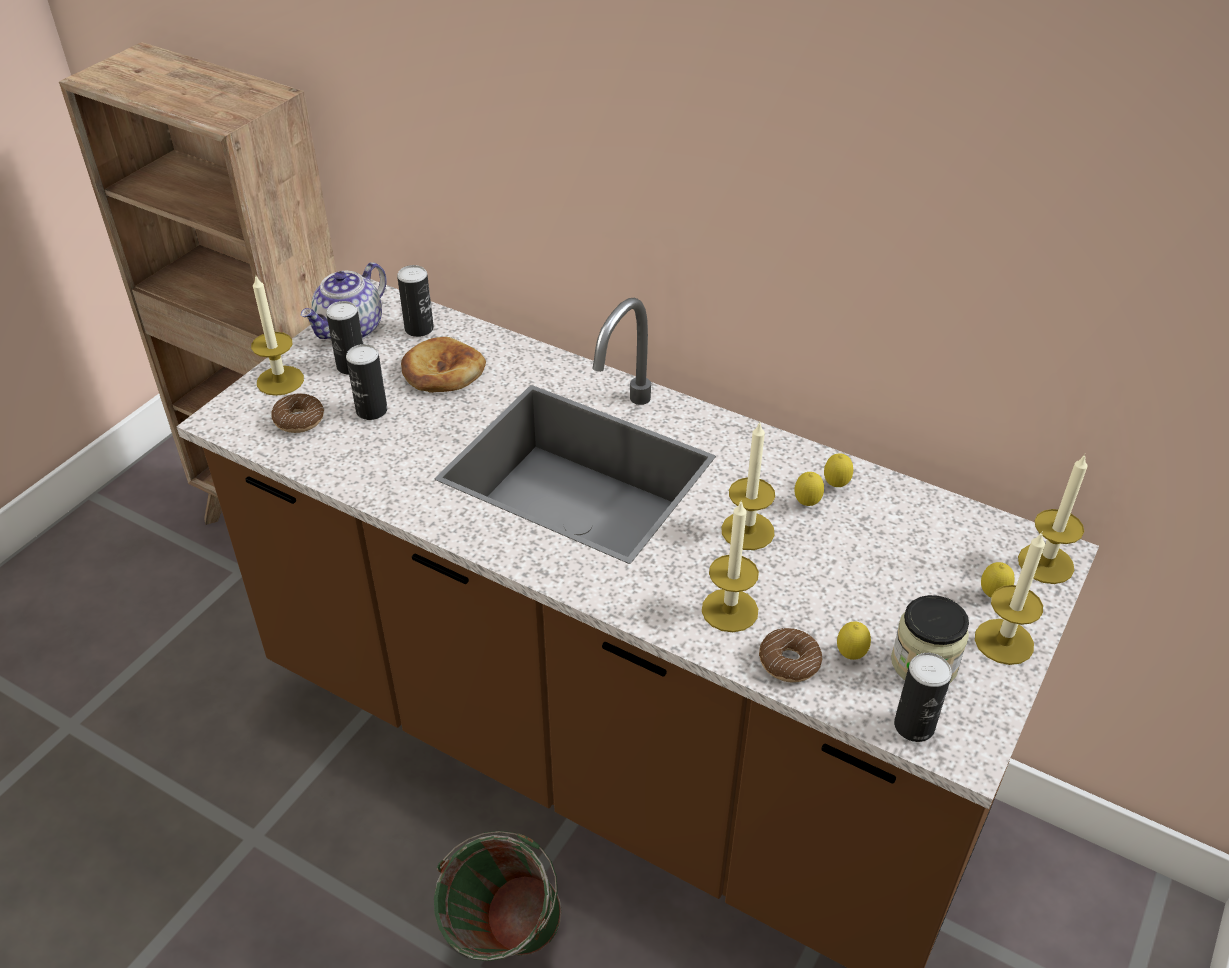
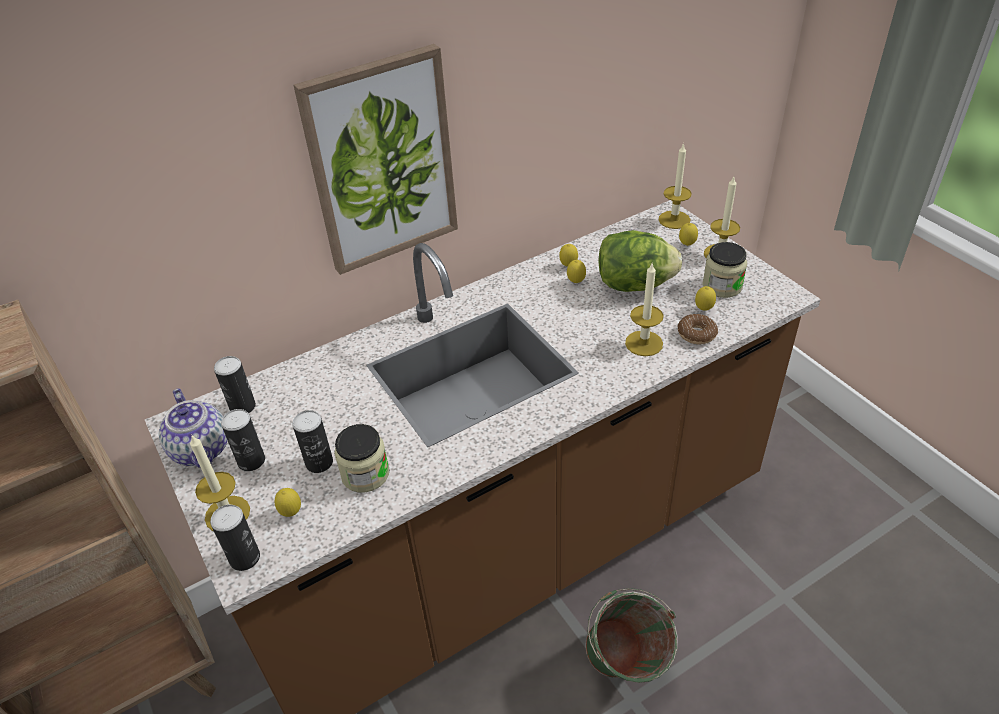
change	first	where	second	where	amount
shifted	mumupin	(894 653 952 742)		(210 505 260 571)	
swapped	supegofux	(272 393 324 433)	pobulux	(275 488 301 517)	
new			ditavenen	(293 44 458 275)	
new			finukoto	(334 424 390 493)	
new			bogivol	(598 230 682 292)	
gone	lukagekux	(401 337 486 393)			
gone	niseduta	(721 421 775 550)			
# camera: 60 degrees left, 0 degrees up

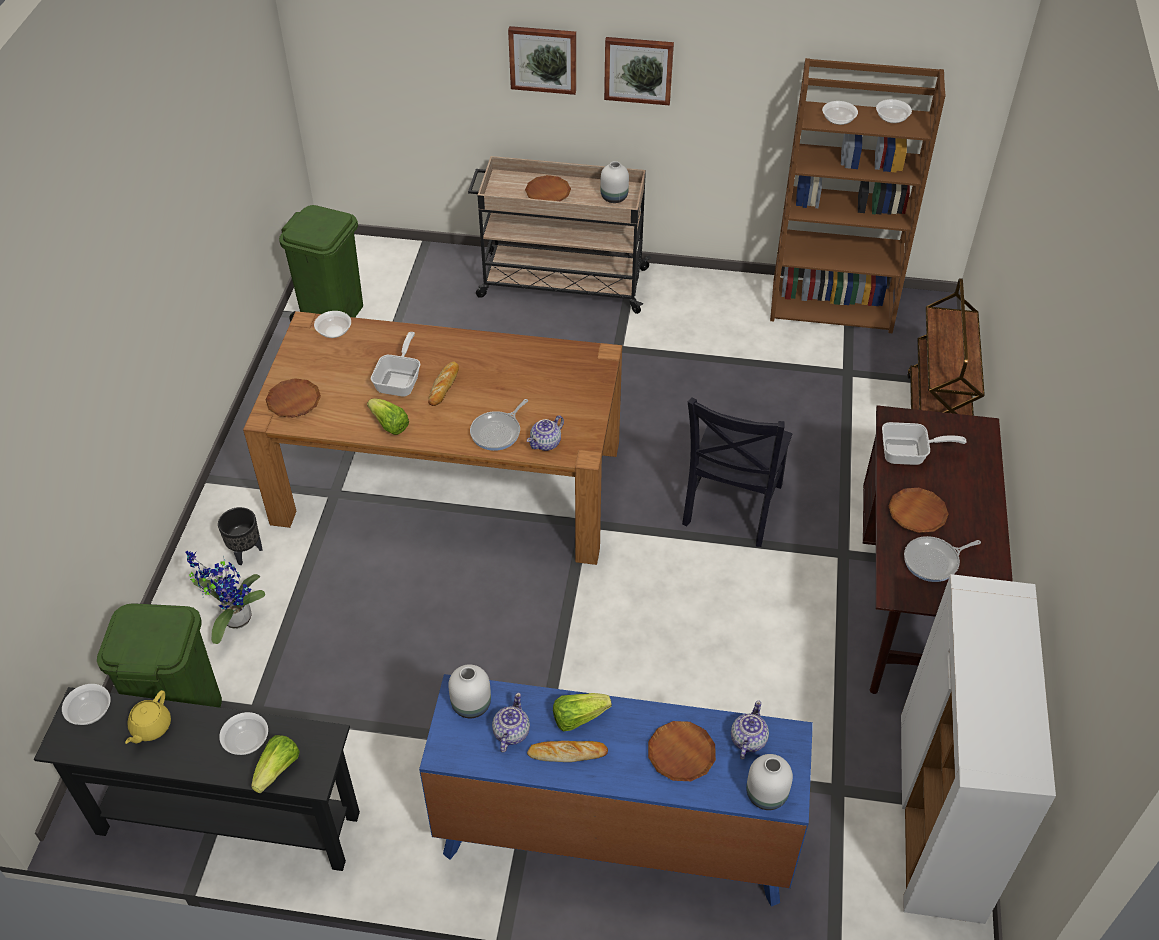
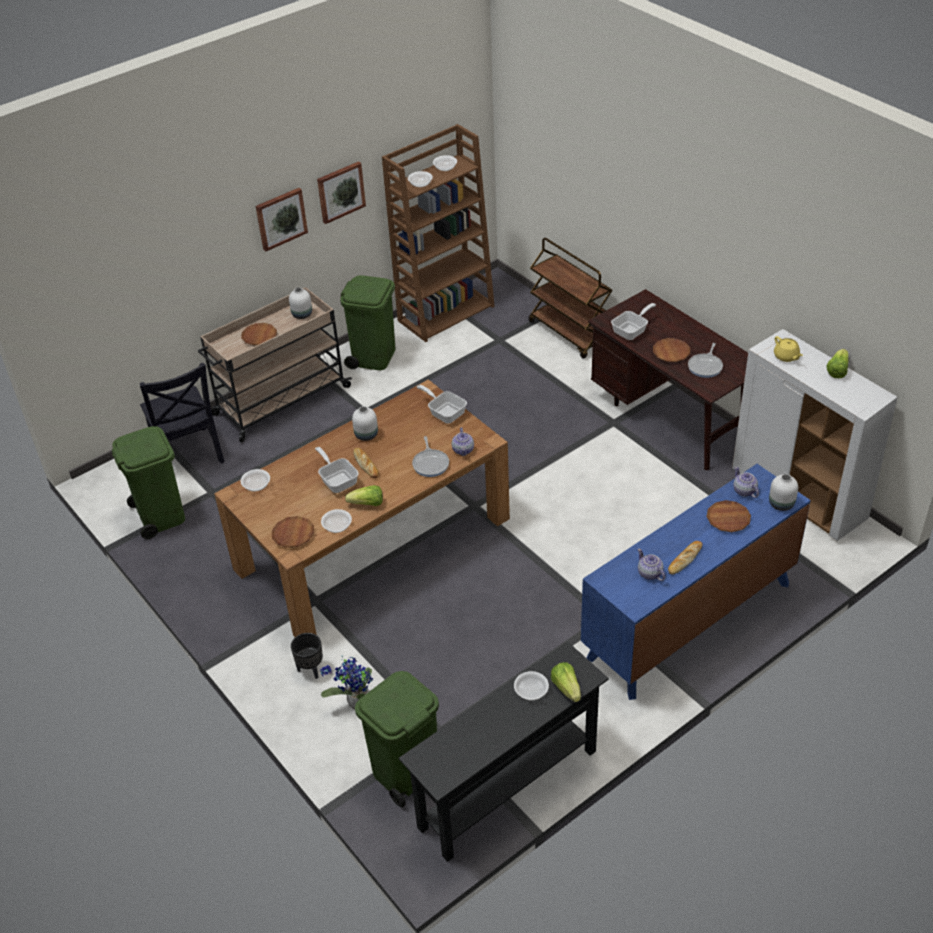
change	first	where	second	where	amount
shifted	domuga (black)	(682 397 793 547)		(140 362 225 464)	
shifted	ditavenen	(508 26 576 95)		(317 161 366 224)	
shifted	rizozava	(62 684 111 725)		(321 509 352 533)	
new			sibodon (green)	(340 275 396 370)	
shifted	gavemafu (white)	(448 664 491 718)		(352 406 378 441)	
new			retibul	(417 385 467 423)	
shifted	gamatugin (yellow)	(125 690 171 744)		(774 336 803 362)	
shifted	bogivol	(553 693 612 731)		(827 349 848 378)	
# camera: 45 degrees left, 5 degrees down

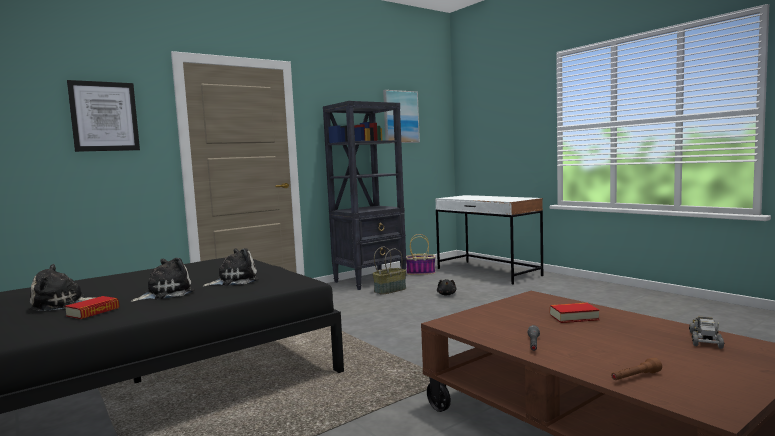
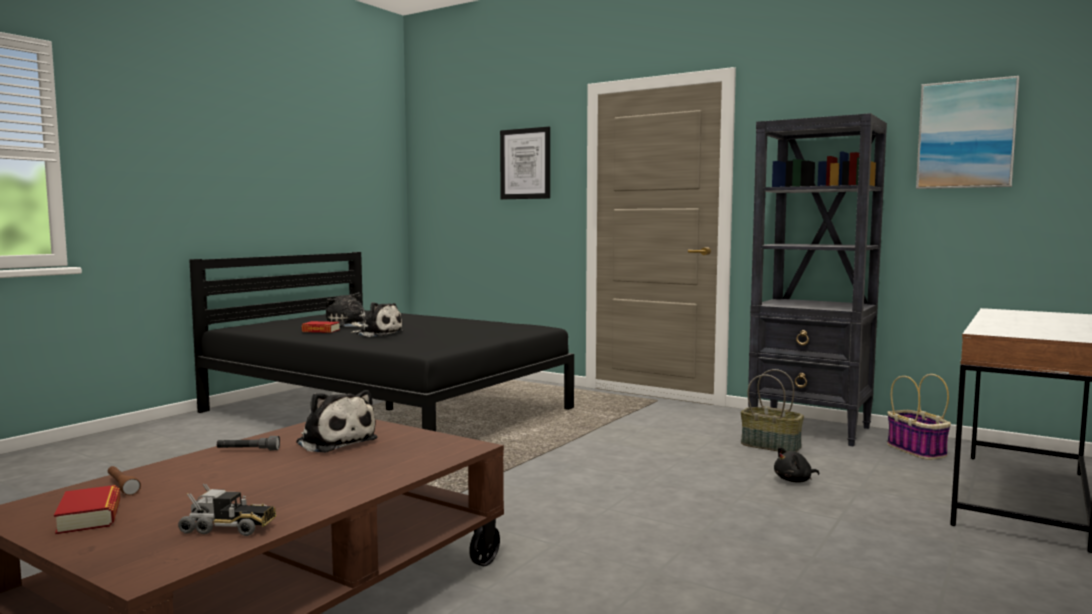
change	first	where	second	where	amount
shifted	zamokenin	(550 303 599 323)		(54 485 120 534)	
shifted	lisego	(203 248 258 287)		(296 390 378 453)	
# camera: 70 degrees right, 0 degrees up

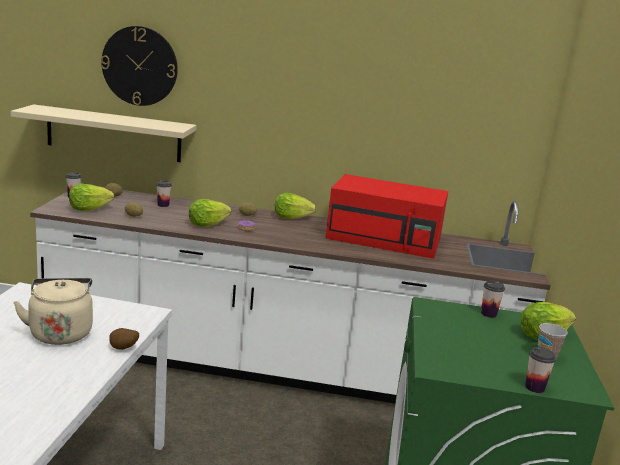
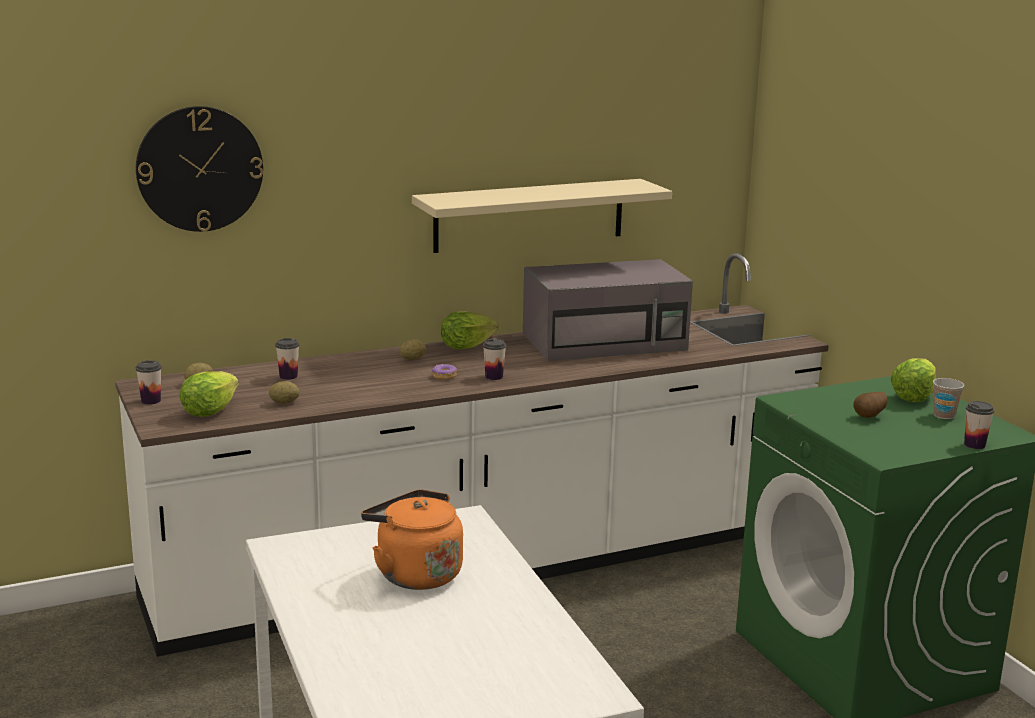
change	first	where	second	where	amount
repainted	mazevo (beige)	(13 278 93 345)	mazevo (orange)	(361 489 463 590)	
shifted	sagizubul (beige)	(11 104 197 162)		(412 179 672 253)	
shifted	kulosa	(481 280 505 318)		(483 339 506 380)	
repainted	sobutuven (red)	(326 174 448 259)	sobutuven (grey)	(523 259 693 361)	
shifted	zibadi	(109 328 139 350)		(853 392 888 418)	
gone	bogivol	(189 199 232 227)			
# camera: 30 degrees left, 0 degrees up

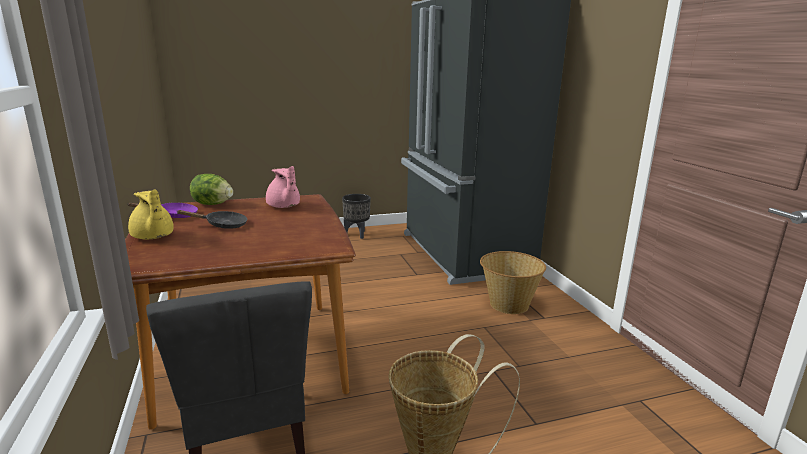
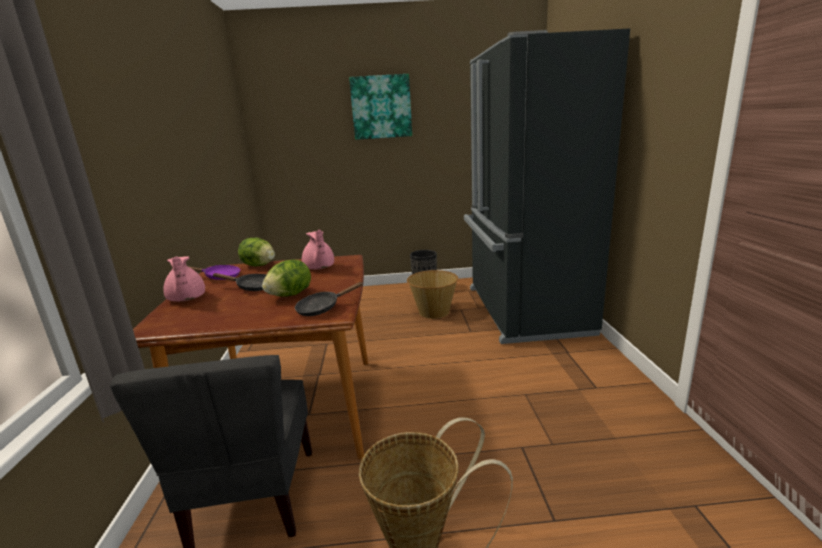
change	first	where	second	where	amount
repainted	gamatugin (yellow)	(128 189 173 239)	gamatugin (pink)	(163 256 205 302)	
new			bogivol	(262 260 311 297)	
new			retibul (black)	(295 282 364 316)	
new			ditavenen	(349 74 412 140)	
shifted	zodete	(480 251 546 314)		(407 270 458 319)	
# camera: 15 degrees right, 0 degrees up

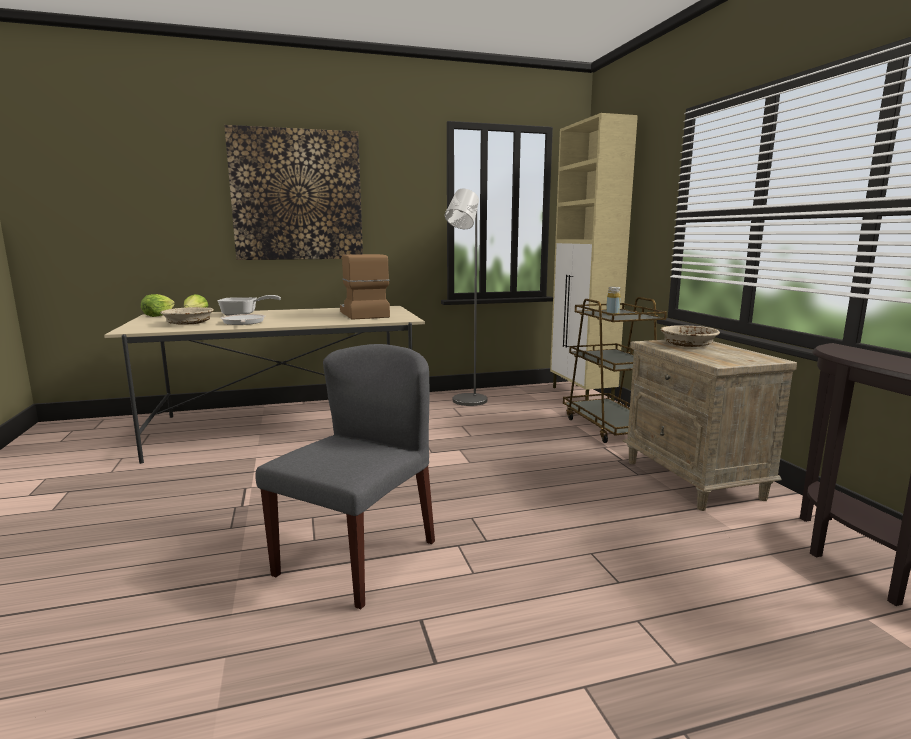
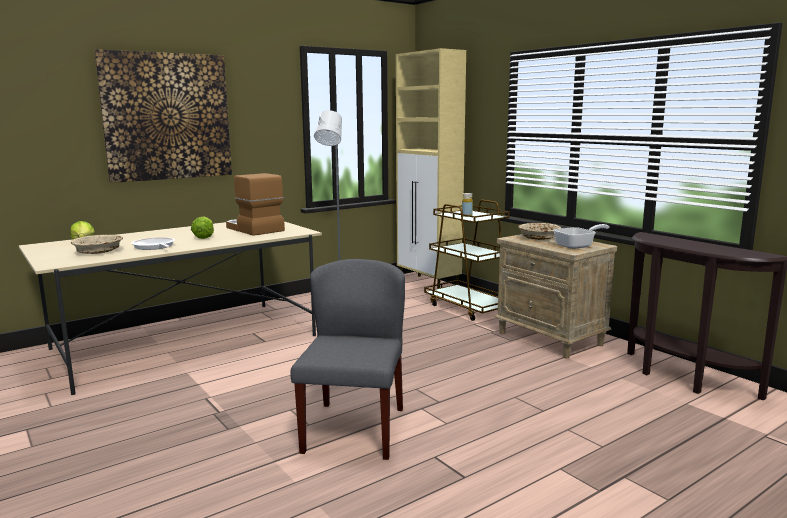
change	first	where	second	where	amount
shifted	bogivol	(141 294 175 317)		(191 216 214 239)	
shifted	retibul	(217 295 281 316)		(553 224 610 249)	
# camera: 20 degrees left, 0 degrees up

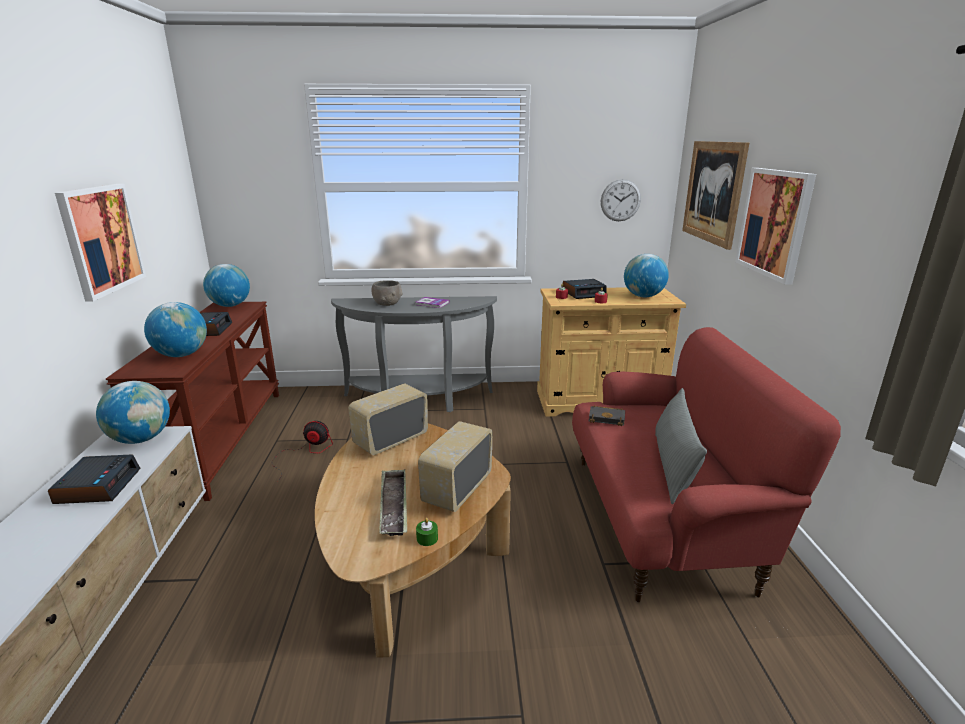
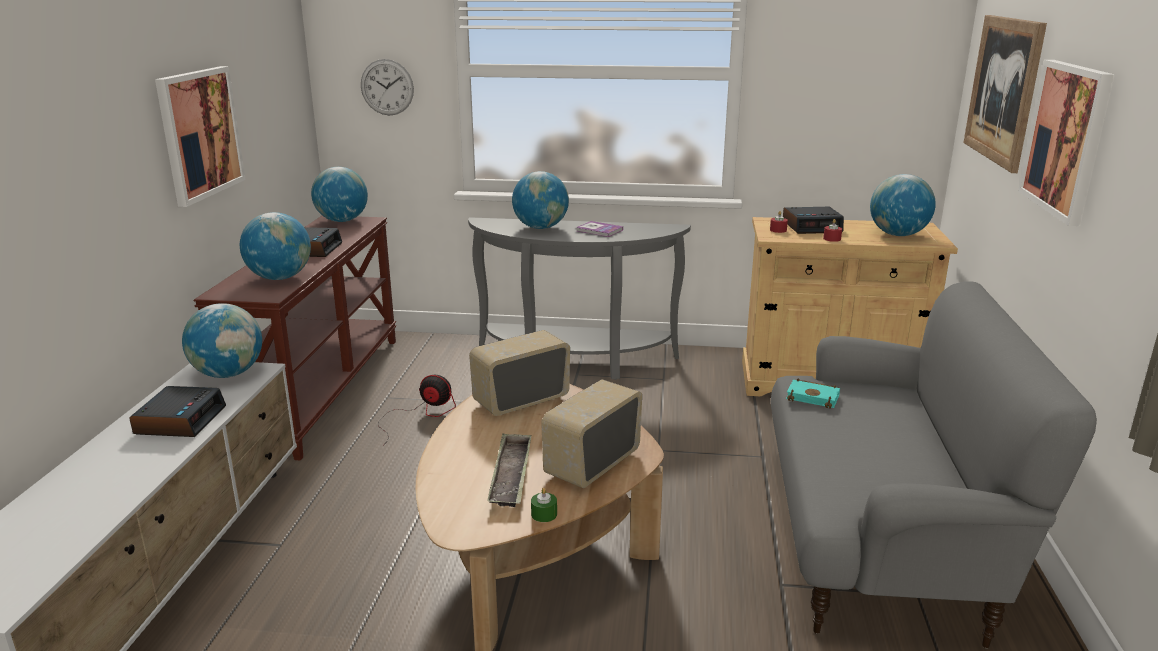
change	first	where	second	where	amount
shifted	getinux	(601 179 641 221)		(361 59 414 115)	
swapped	rizozava (grey)	(371 280 403 306)	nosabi	(512 171 569 229)	
repainted	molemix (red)	(572 327 841 602)	molemix (grey)	(771 281 1097 648)	
repainted	zamokenin (black)	(589 405 625 426)	zamokenin (turquoise)	(786 378 840 409)	
gone	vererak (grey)	(655 388 707 504)			
# camera: 10 degrees right, 0 degrees up

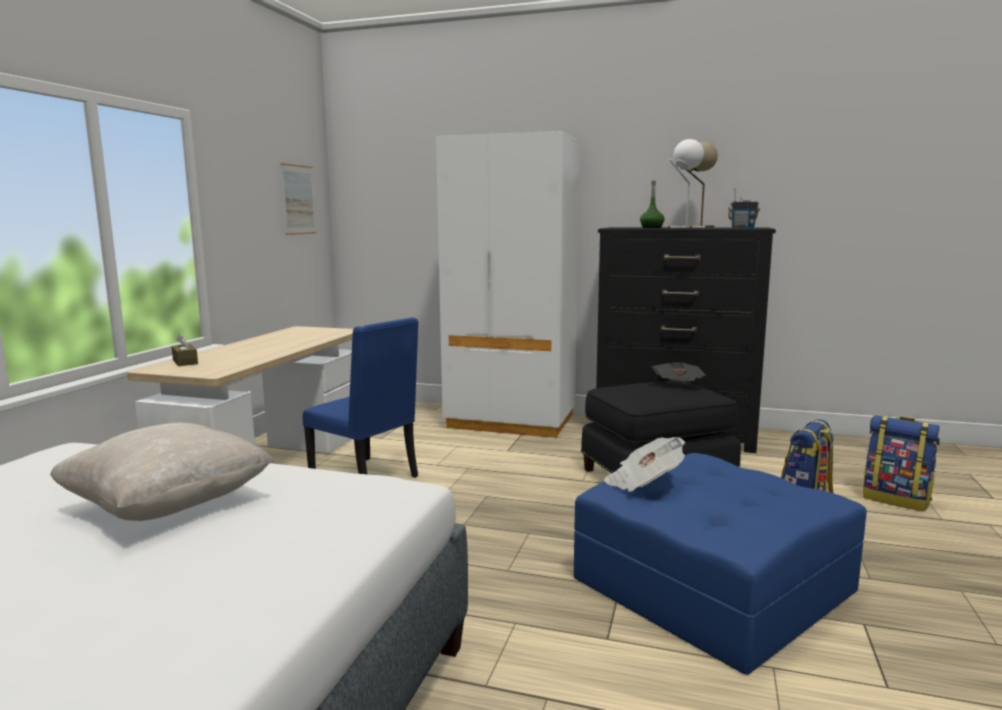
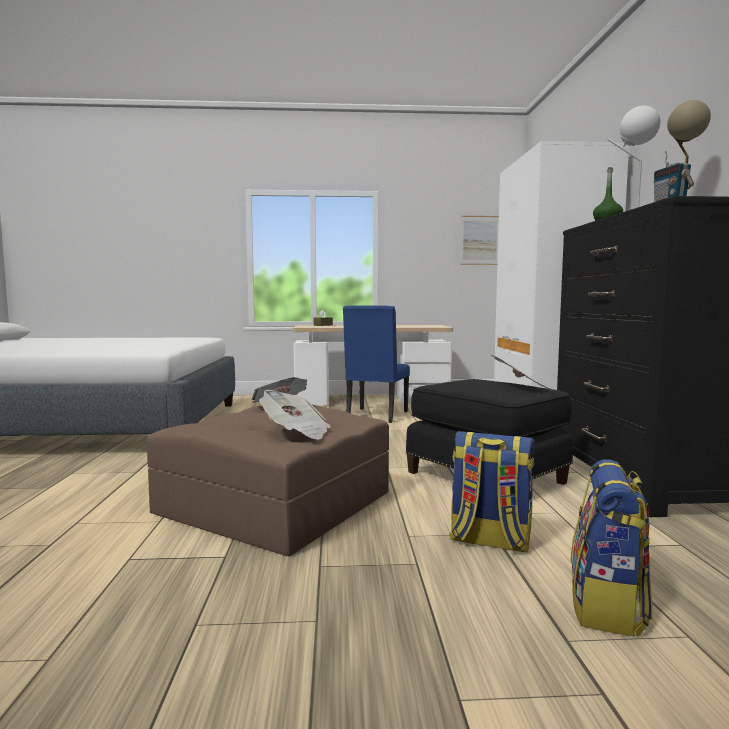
change	first	where	second	where	amount
repainted	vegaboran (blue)	(574 453 867 675)	vegaboran (brown)	(147 404 389 556)	
new			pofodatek	(259 390 331 440)	
gone	vererak (beige)	(50 423 274 521)			
# camera: 70 degrees right, 5 degrees down

